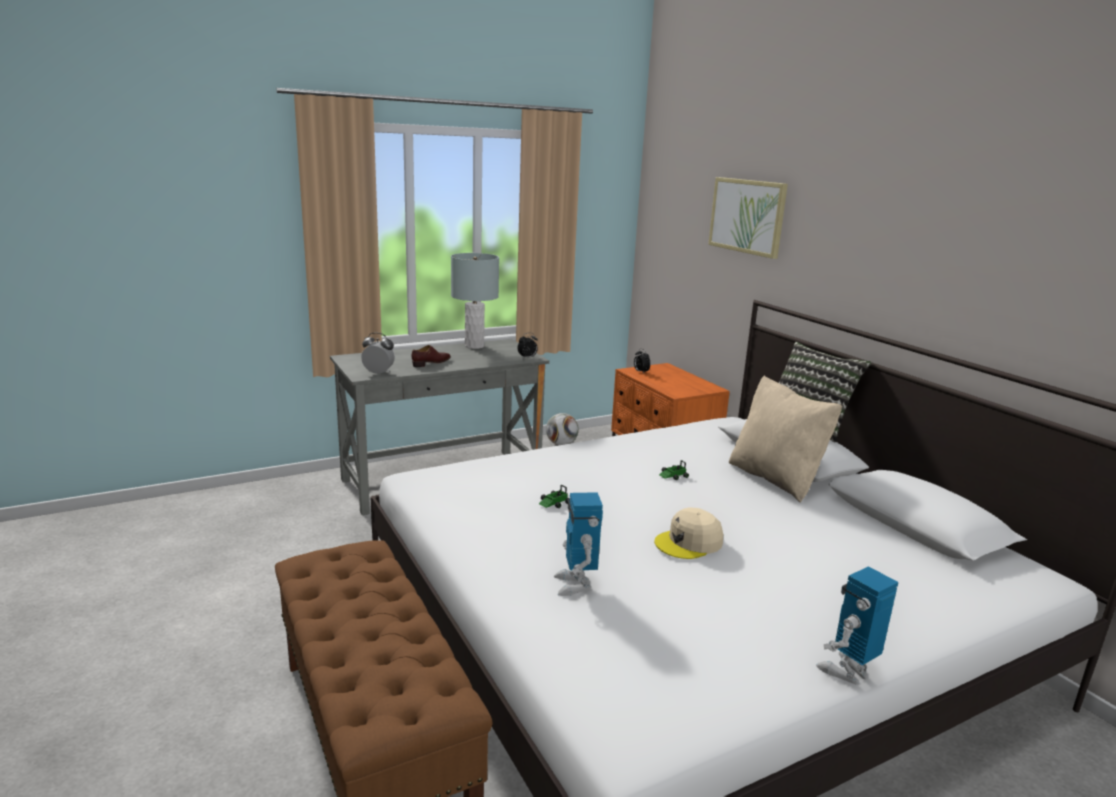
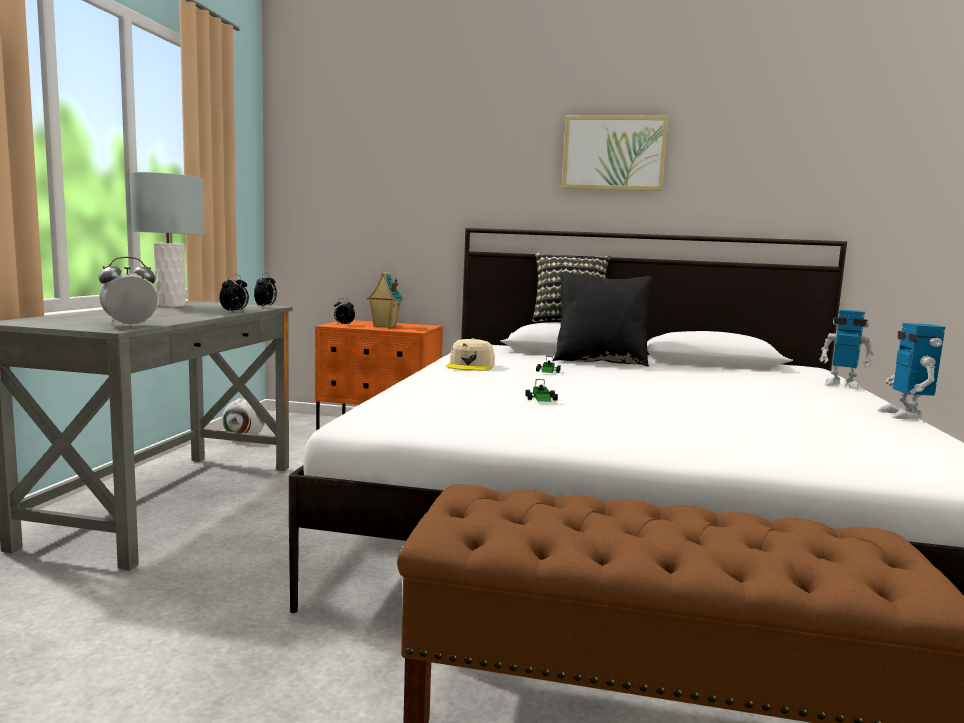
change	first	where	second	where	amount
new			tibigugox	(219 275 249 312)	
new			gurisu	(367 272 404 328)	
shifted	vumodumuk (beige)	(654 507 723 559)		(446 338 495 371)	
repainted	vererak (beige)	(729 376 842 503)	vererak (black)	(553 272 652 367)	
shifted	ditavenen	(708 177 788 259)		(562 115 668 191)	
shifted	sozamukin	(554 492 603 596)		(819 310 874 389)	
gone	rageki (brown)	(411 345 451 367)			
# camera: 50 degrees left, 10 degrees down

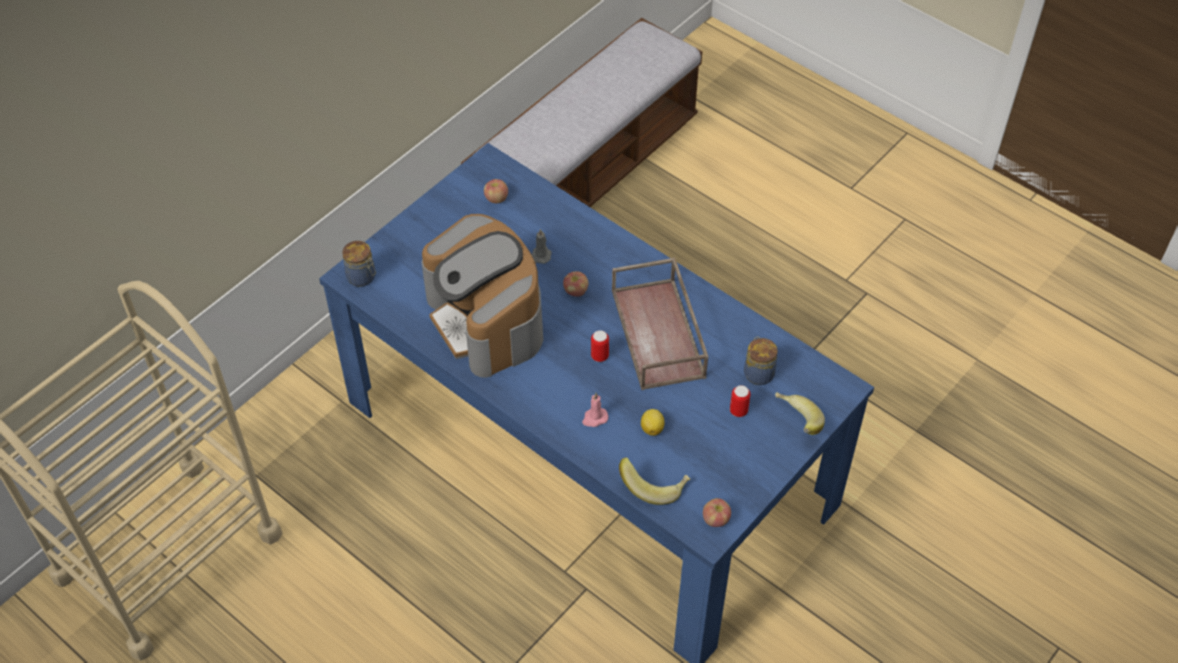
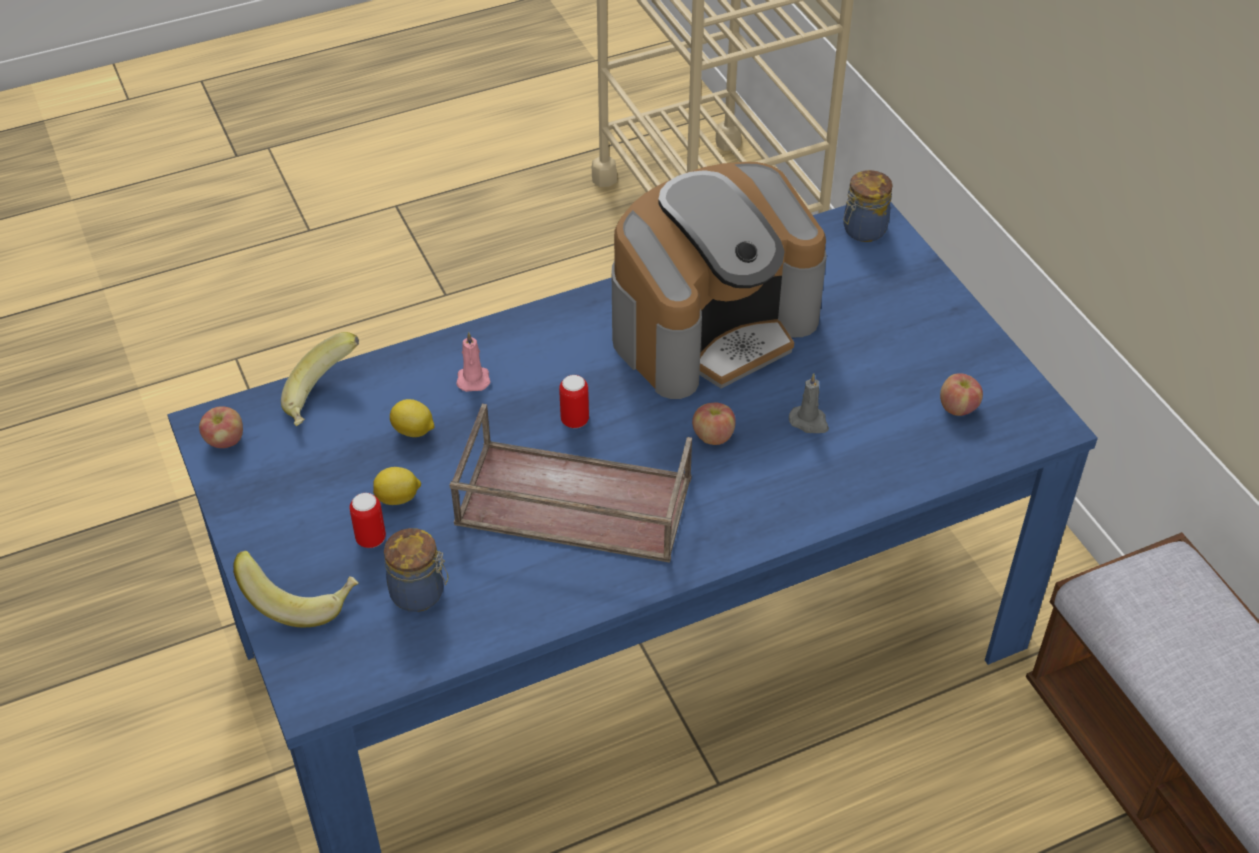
change	first	where	second	where	amount
new			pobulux	(373 467 421 505)	
rotated	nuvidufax	(422 214 543 378)		(612 162 827 399)	150 degrees clockwise
# camera: 115 degrees right, 5 degrees down

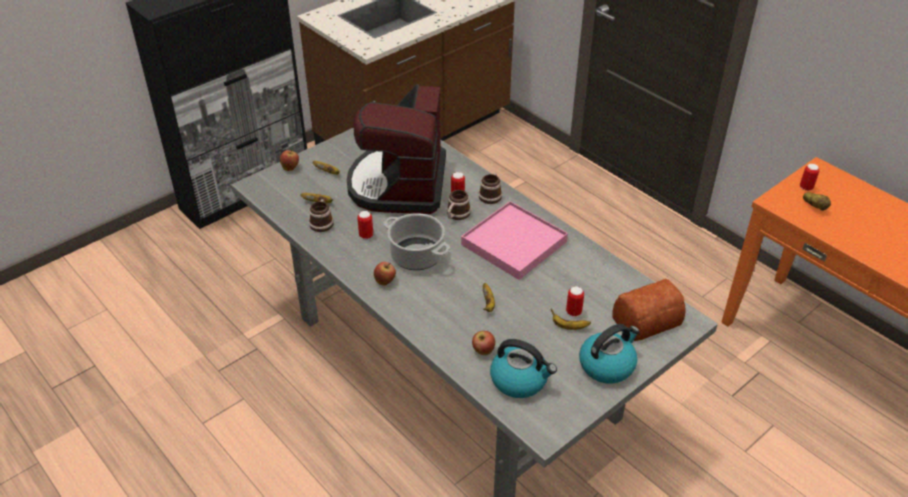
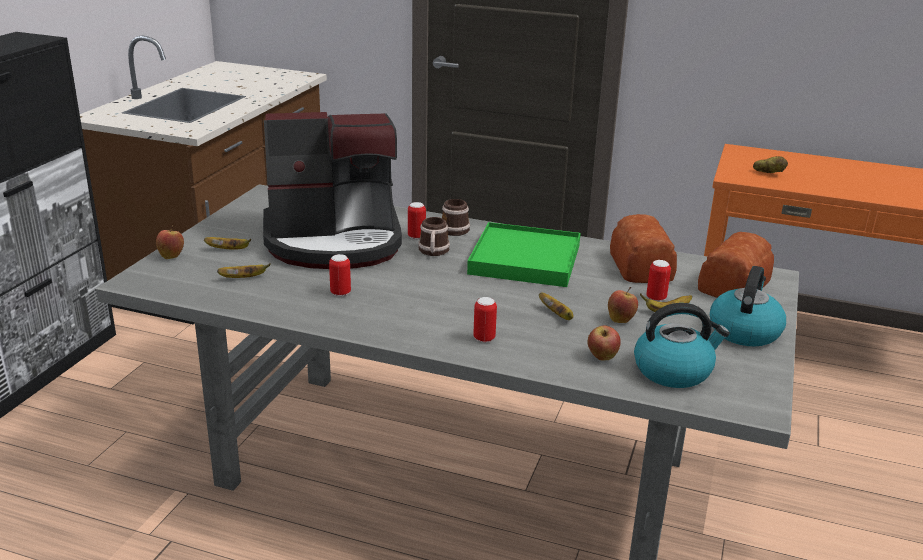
change	first	where	second	where	amount
rotated	nuvidufax	(347 84 446 214)		(263 112 402 269)	75 degrees counterclockwise
repainted	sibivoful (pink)	(461 201 568 280)	sibivoful (green)	(467 222 581 287)	
shifted	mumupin	(800 164 819 191)		(473 297 497 342)	
shifted	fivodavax	(374 262 396 285)		(608 287 638 323)	
new			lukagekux	(610 214 677 283)	
gone	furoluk	(309 199 333 232)			
gone	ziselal	(383 213 450 270)			
# camera: 30 degrees left, 15 degrees down

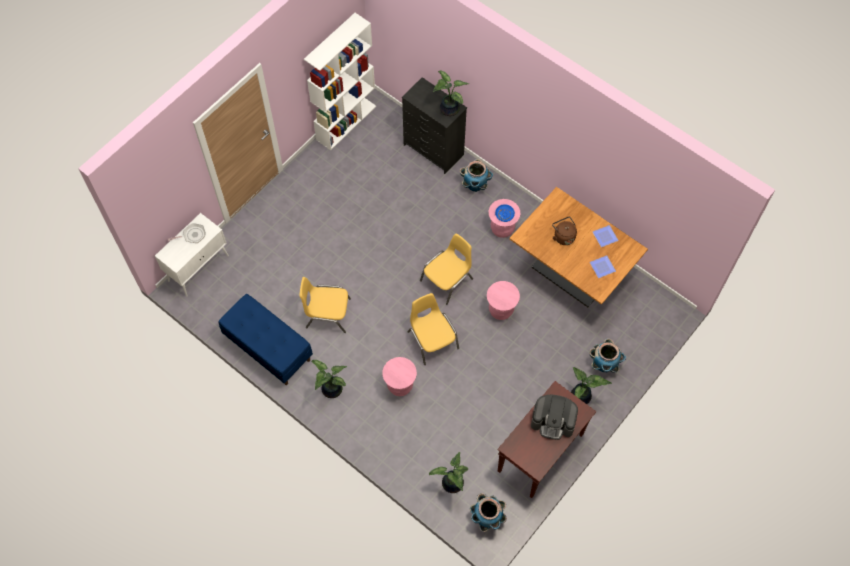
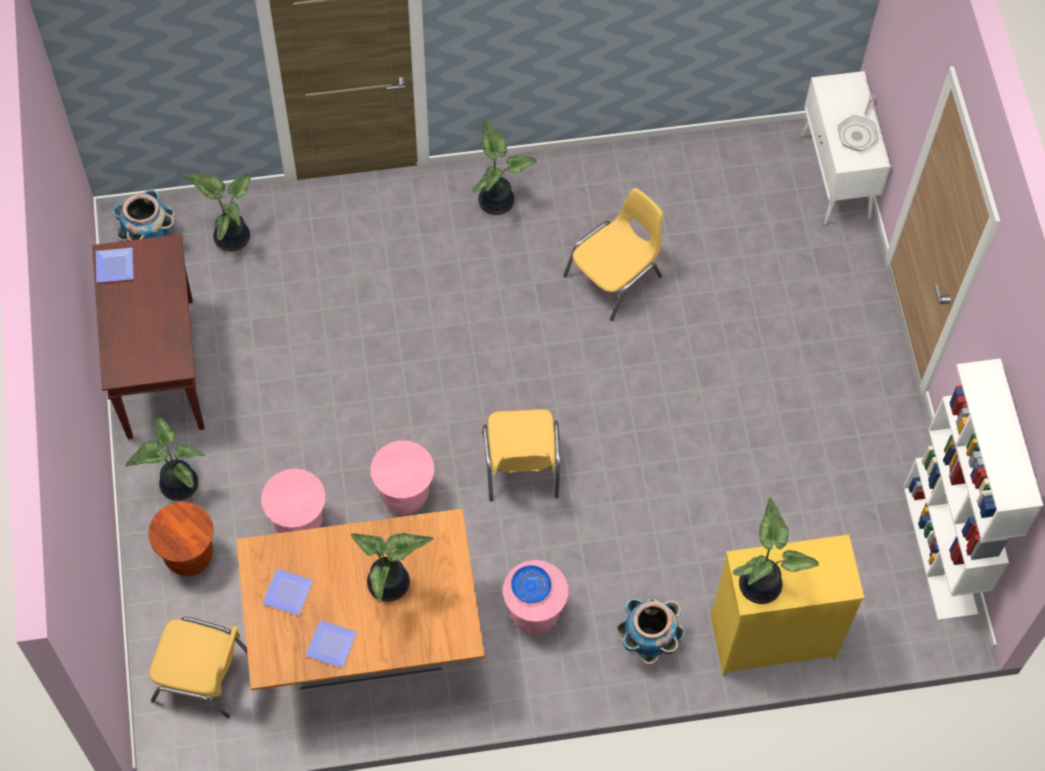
change	first	where	second	where	amount
new			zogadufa	(96 248 134 283)	
swapped	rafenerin	(589 338 626 373)	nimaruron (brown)	(148 502 214 576)	
shifted	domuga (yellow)	(407 293 459 365)		(149 617 247 718)	
shifted	nimaruron (pink)	(382 357 417 396)		(261 469 326 533)	
swapped	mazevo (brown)	(552 217 577 245)	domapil	(350 533 434 602)	
repainted	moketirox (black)	(402 77 467 174)	moketirox (yellow)	(711 535 864 676)	
gone	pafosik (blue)	(219 294 313 385)			
gone	nuvidufax	(531 395 578 440)			
# camera: 130 degrees right, 0 degrees up

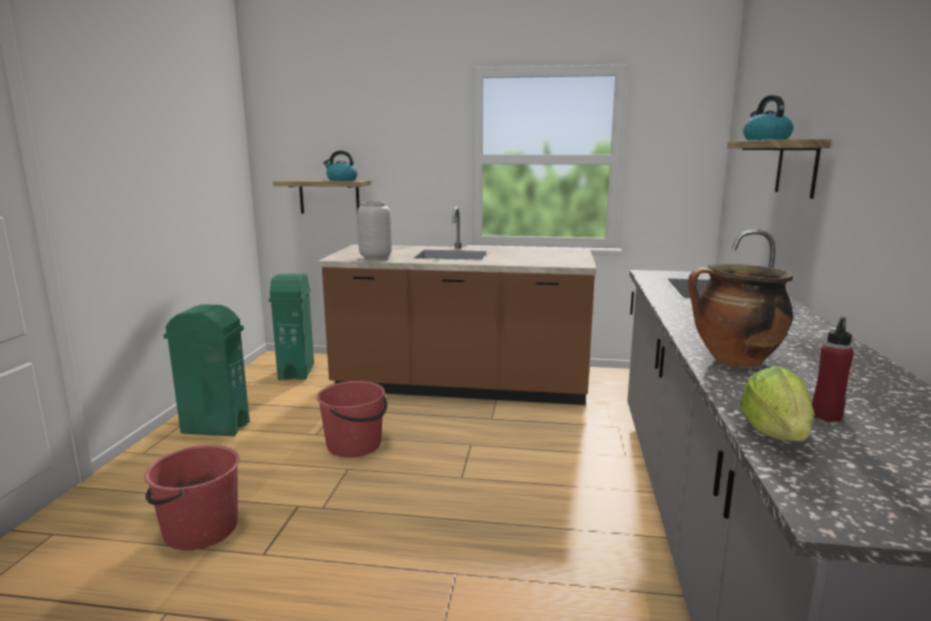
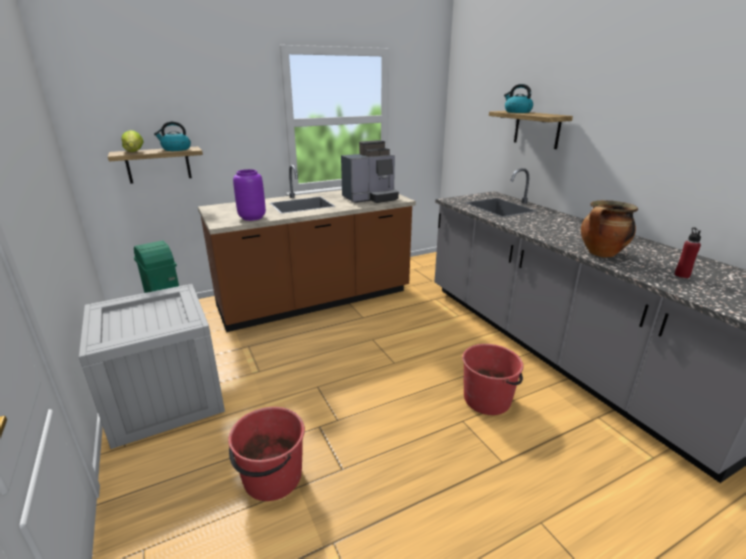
change	first	where	second	where	amount
swapped	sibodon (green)	(163 304 250 436)	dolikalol	(79 284 225 449)	
shifted	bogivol	(740 366 815 441)		(121 130 144 152)	
repainted	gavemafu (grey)	(357 201 392 260)	gavemafu (purple)	(233 169 266 221)	
new			nuvidufax	(341 140 399 203)	
shifted	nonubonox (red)	(317 381 387 457)		(462 344 523 415)	
# camera: 35 degrees left, 10 degrees up

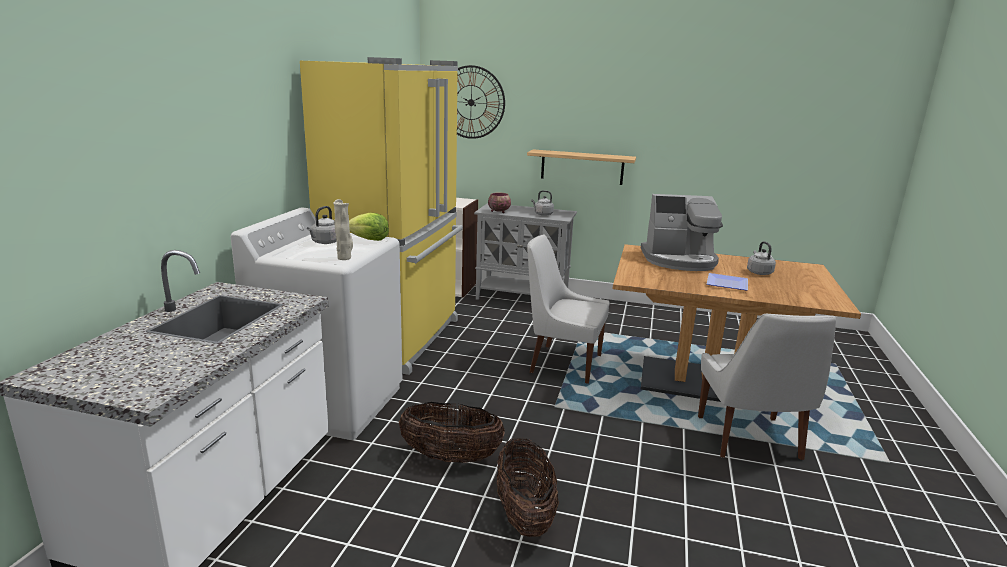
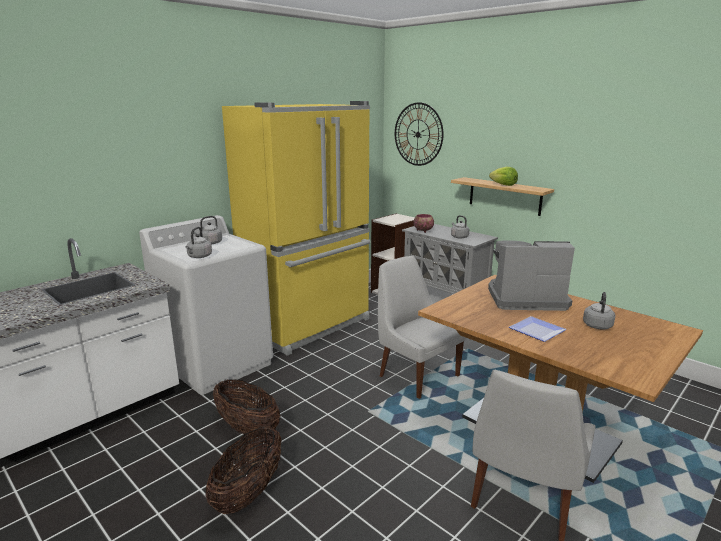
change	first	where	second	where	amount
swapped	gavemafu (beige)	(333 199 353 260)	mazevo (grey)	(185 227 212 258)	
rotated	nuvidufax	(641 194 723 271)		(488 240 575 311)	150 degrees clockwise
shifted	bogivol	(349 213 389 241)		(489 167 518 186)	
# camera: 30 degrees right, 0 degrees up

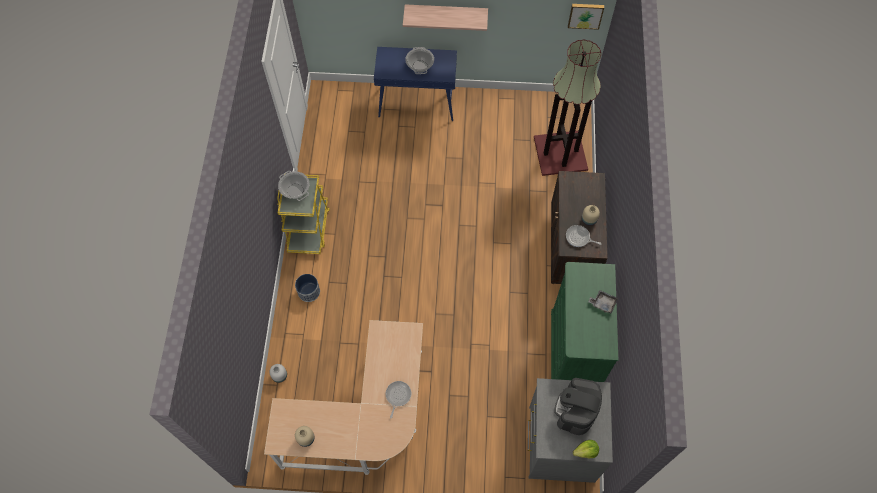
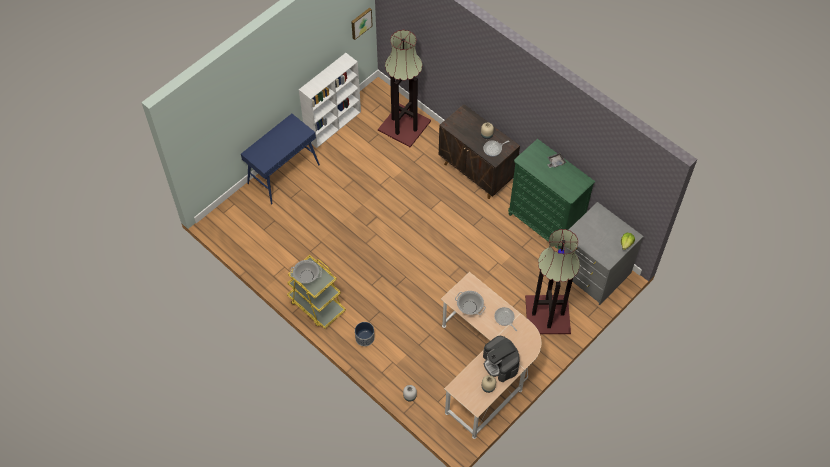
change	first	where	second	where	amount
new			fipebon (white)	(299 53 361 148)	
shifted	ziselal	(405 47 434 74)		(455 291 486 315)	
shifted	nuvidufax	(554 378 602 435)		(483 336 520 382)	
new			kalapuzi	(525 229 580 334)	
gone	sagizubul	(403 4 488 31)			
# camera: 50 degrees left, 5 degrees down

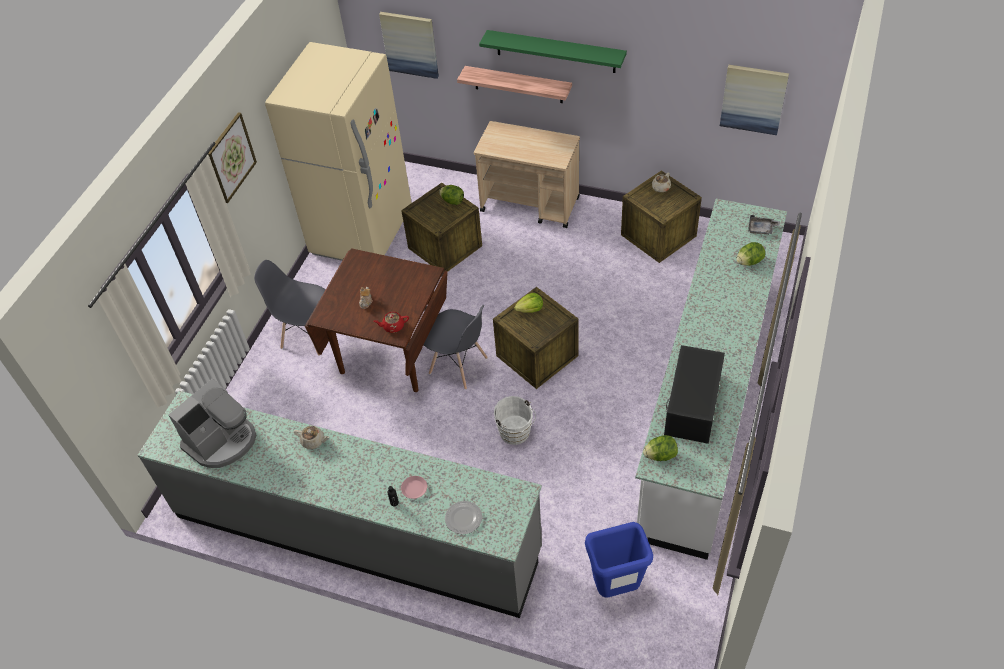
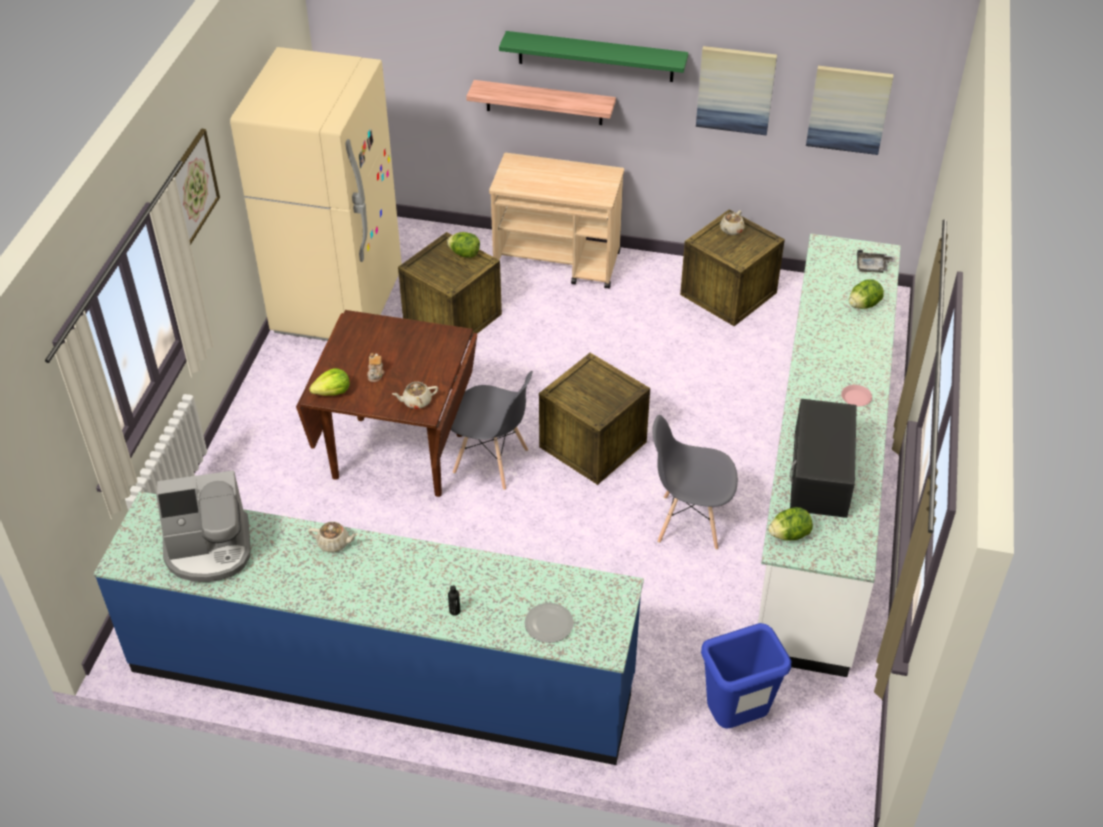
change	first	where	second	where	amount
repainted	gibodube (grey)	(137 391 542 618)	gibodube (blue)	(93 491 644 765)	
rotated	nuvidufax	(168 378 257 468)		(156 470 251 582)	45 degrees clockwise
shifted	bogivol	(514 293 543 313)		(309 368 350 396)	
repainted	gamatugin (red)	(373 312 409 333)	gamatugin (beige)	(392 382 438 409)	
shifted	domuga (grey)	(254 260 325 356)		(652 415 738 550)	
shifted	ditavenen	(379 12 439 79)		(696 46 777 136)	
shifted	zogadufa (pink)	(401 476 427 499)		(841 385 872 407)	
gone	nonubonox (white)	(494 396 536 445)			
# camera: 10 degrees left, 5 degrees down

